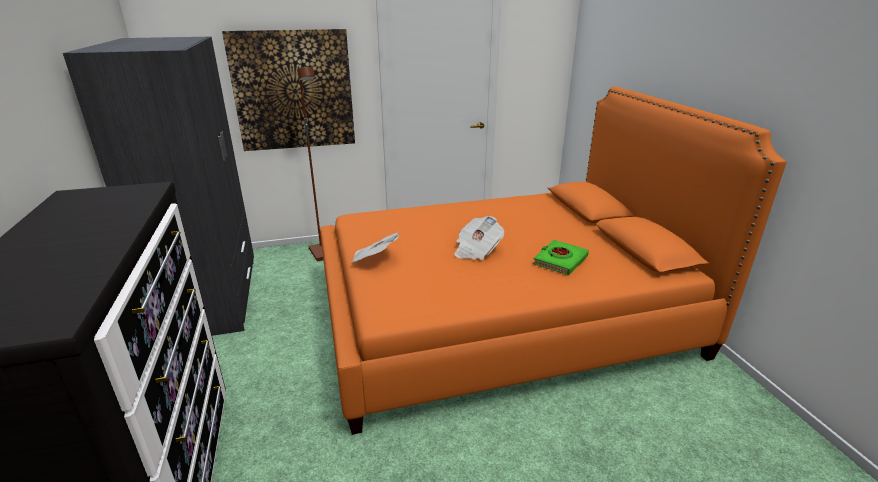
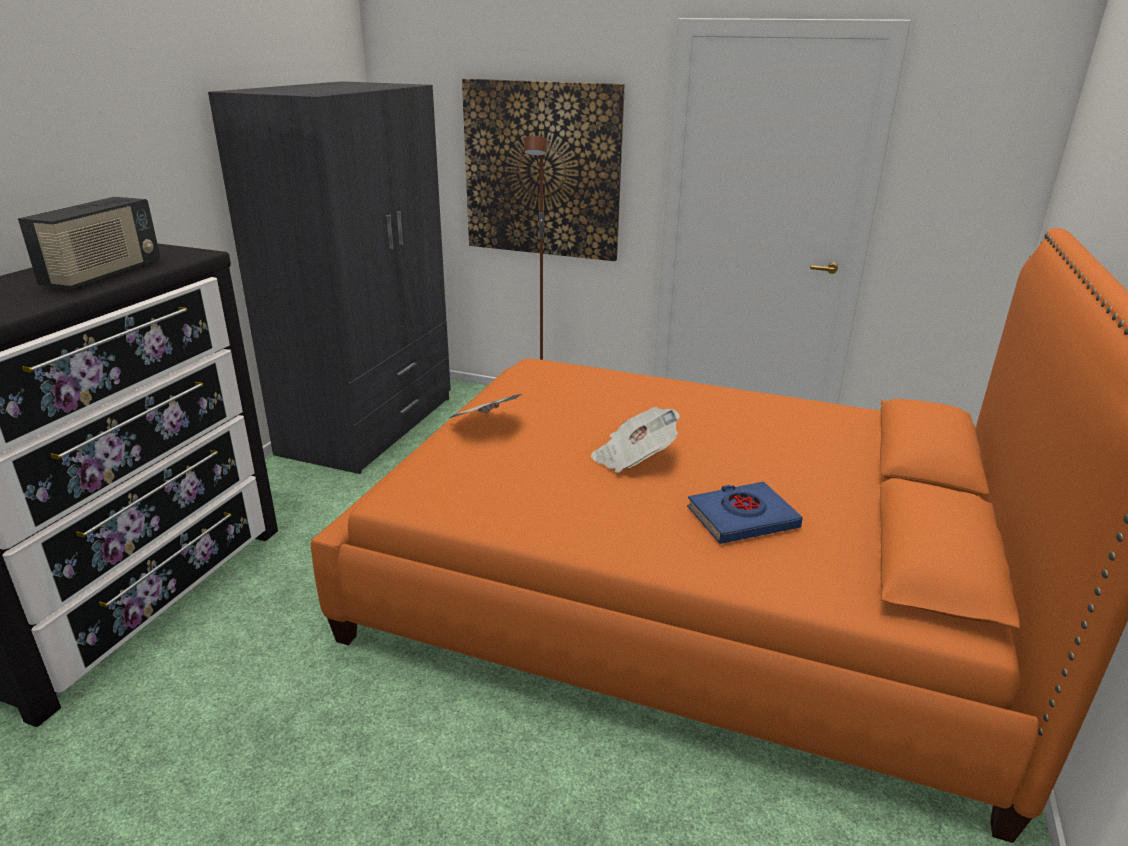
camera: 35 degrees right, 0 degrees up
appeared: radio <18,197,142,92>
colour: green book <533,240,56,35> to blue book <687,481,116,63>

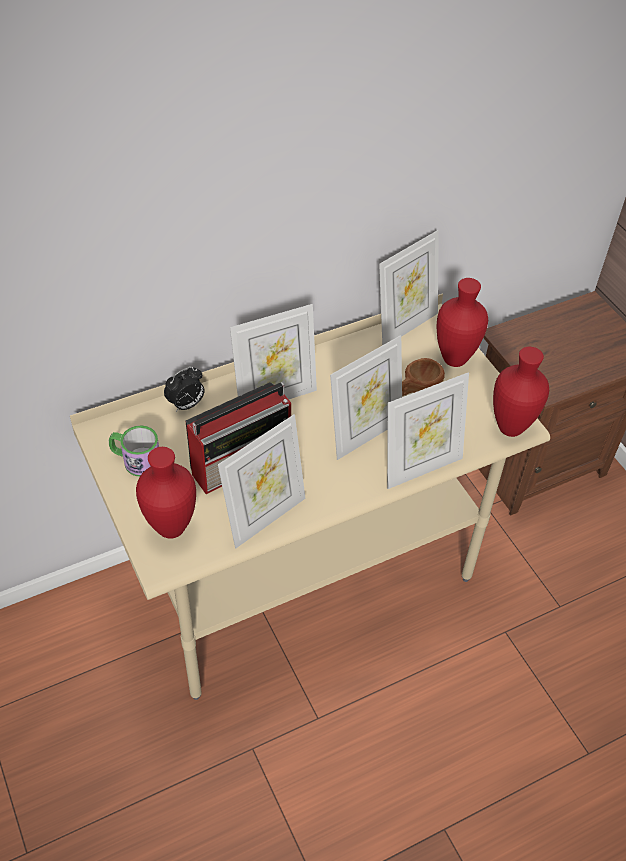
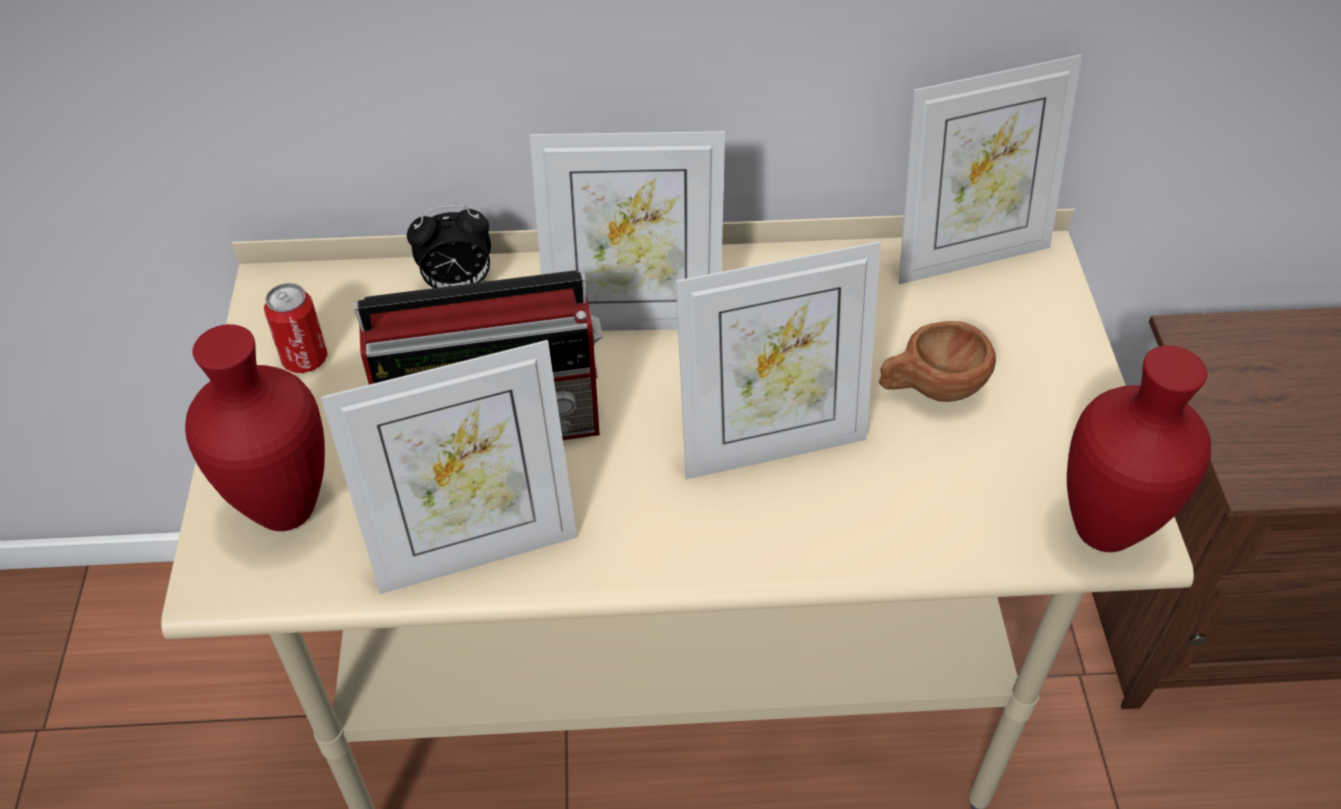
camera: 25 degrees right, 0 degrees up
missing: red vase <437,278,51,89>; picture frame <387,372,82,117>
exchanged: mug <109,425,50,52> to can <264,283,64,90>

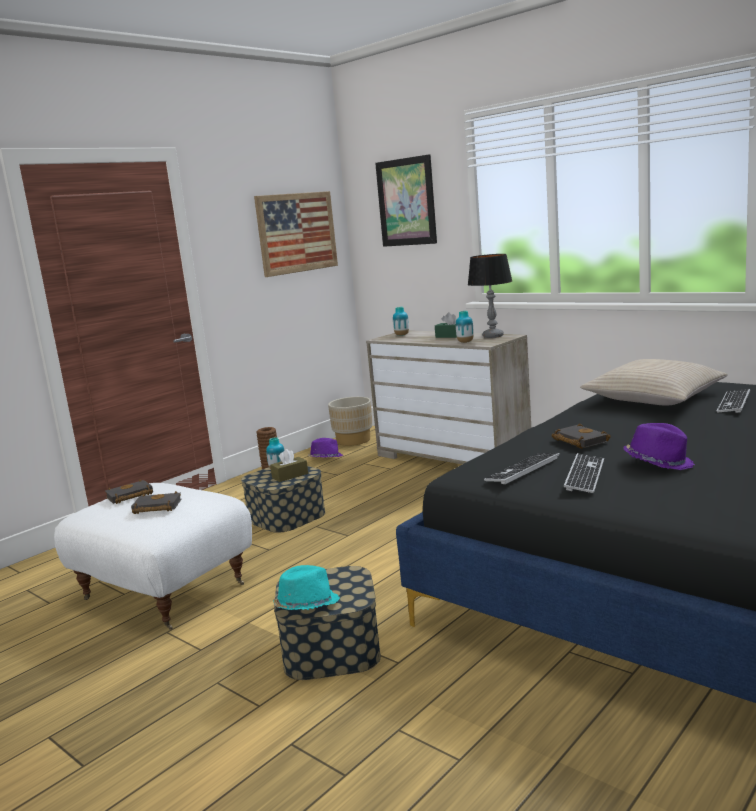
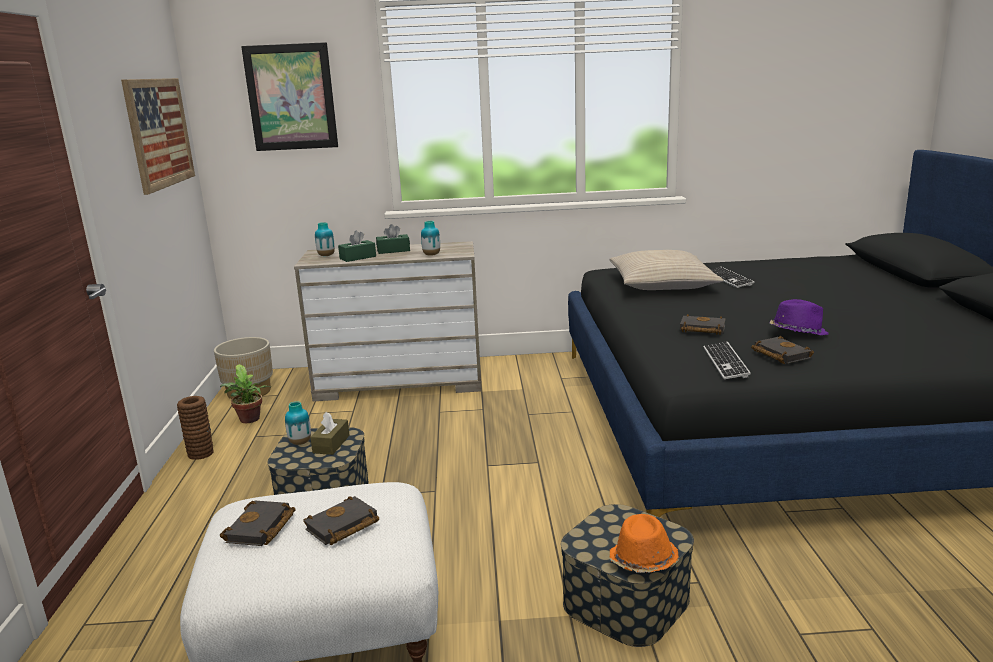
camera: 45 degrees left, 5 degrees up
missing: table lamp <468,254,44,84>
appeared: green tissue box <338,231,38,31>
exchanged: purple hat <308,438,35,20> to potted plant <220,364,51,59>; keyboard <564,453,40,40> to black book <751,336,63,28>
colour: turquoise hat <273,565,67,45> to orange hat <610,514,69,59>

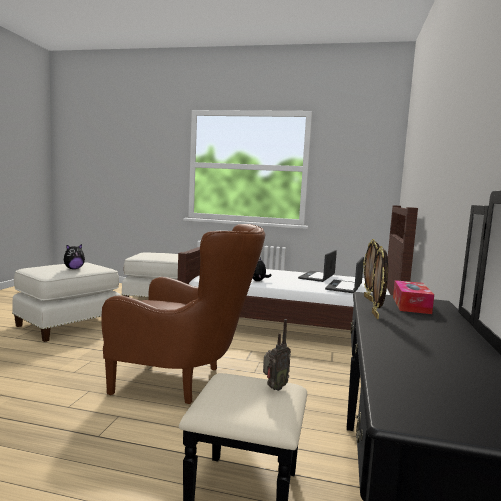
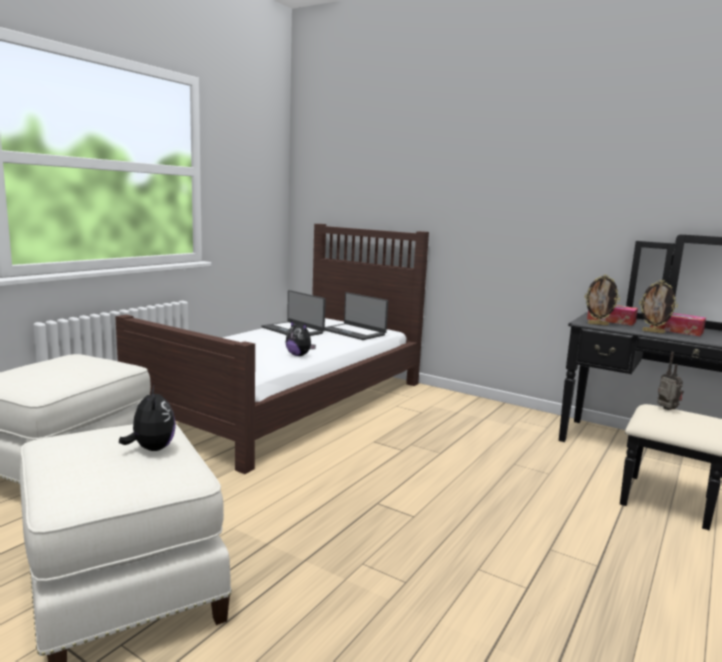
camera: 70 degrees left, 5 degrees up
missing: brown armchair <102,224,163,180>
appeared: tissue box <650,313,56,23>

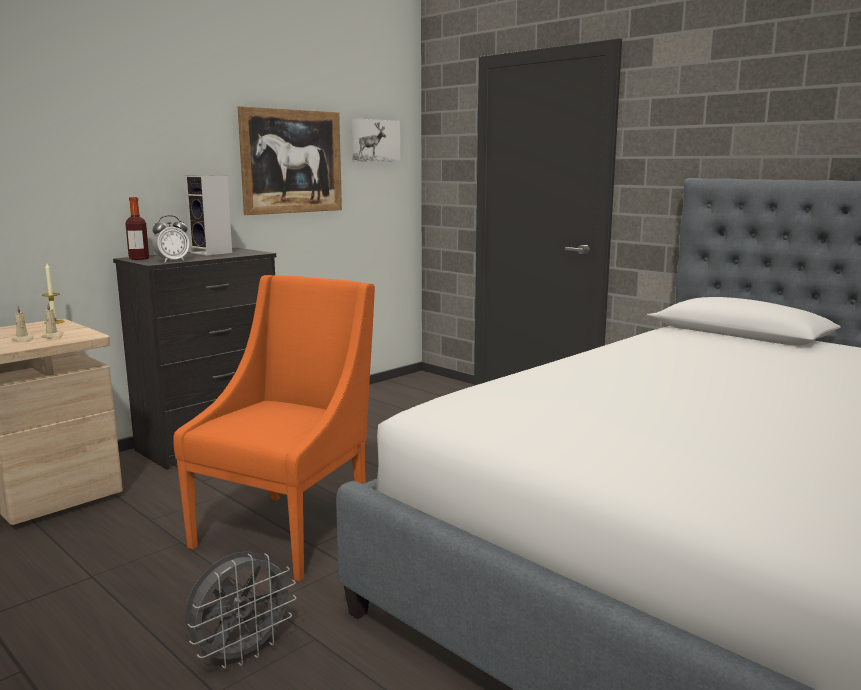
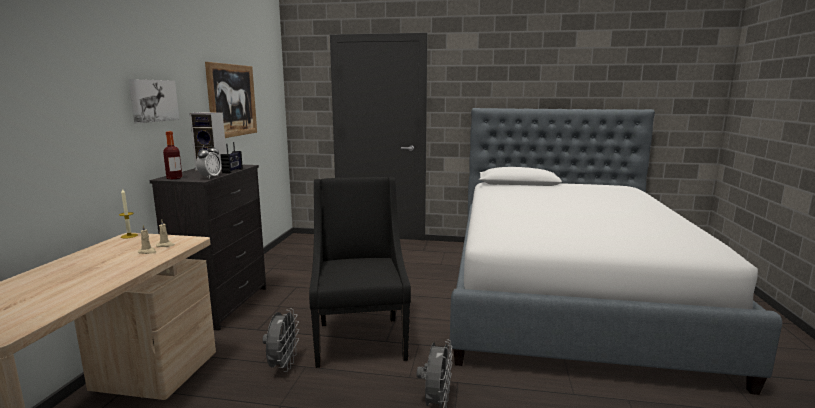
camera: 35 degrees left, 0 degrees up
appeared: radio <220,142,23,31>; grey fan <262,309,37,63>
relocated: picture <352,118,48,44> to <128,79,51,44>
colour: orange armchair <173,275,202,307> to black armchair <309,177,102,191>

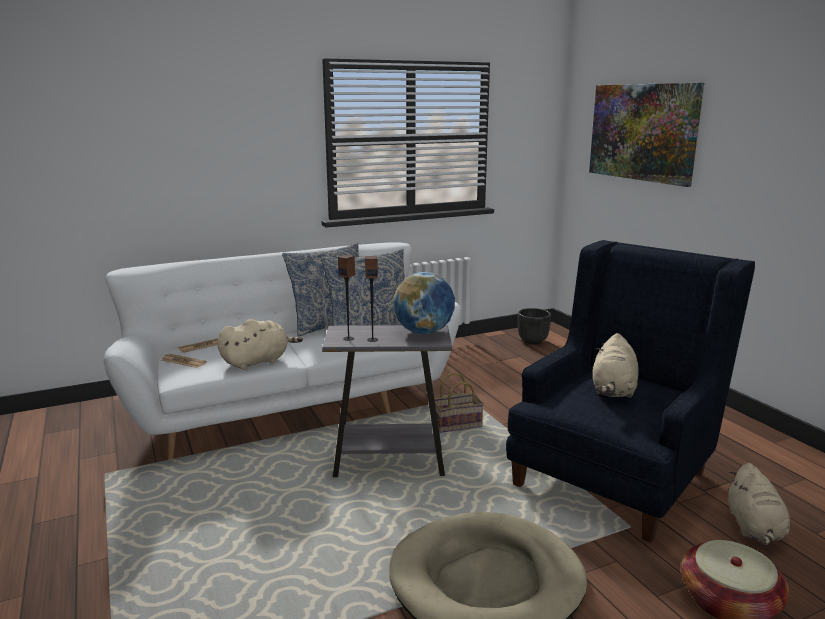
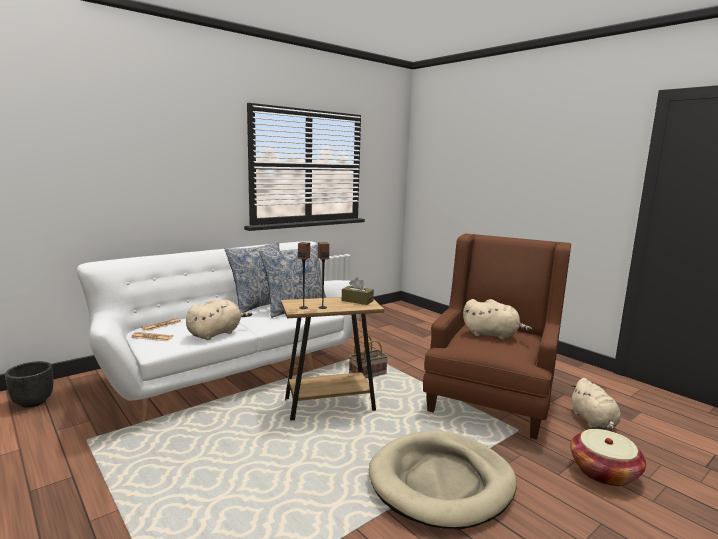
camera: 15 degrees left, 5 degrees down
missing: picture <589,83,115,104>
relocated: black planter <518,308,33,36> to <5,361,48,47>
exchanged: globe <393,272,62,62> to brown tissue box <342,278,32,27>
colour: blue armchair <506,240,249,303> to brown armchair <423,233,148,207>; grey side table <322,325,130,152> to brown side table <281,297,103,124>
spun: beige plush toy <593,333,46,65> = <463,299,69,41> 75 degrees counterclockwise

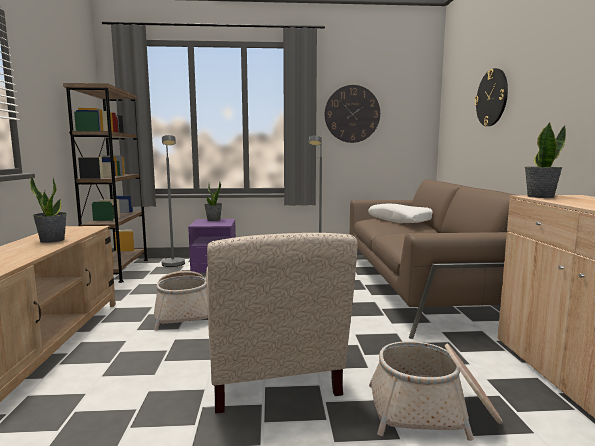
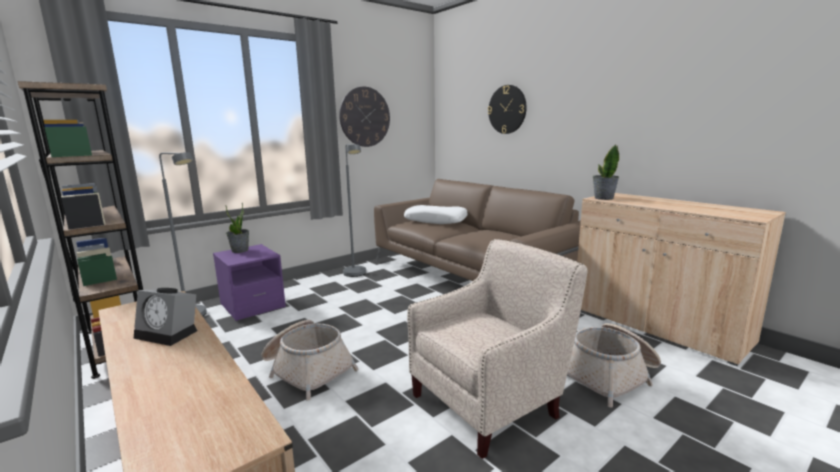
camera: 35 degrees left, 5 degrees up
exchanged: potted plant <30,176,37,67> to alarm clock <134,288,63,58>
spun: beige armchair <206,233,151,181> = <407,239,180,220> 75 degrees counterclockwise

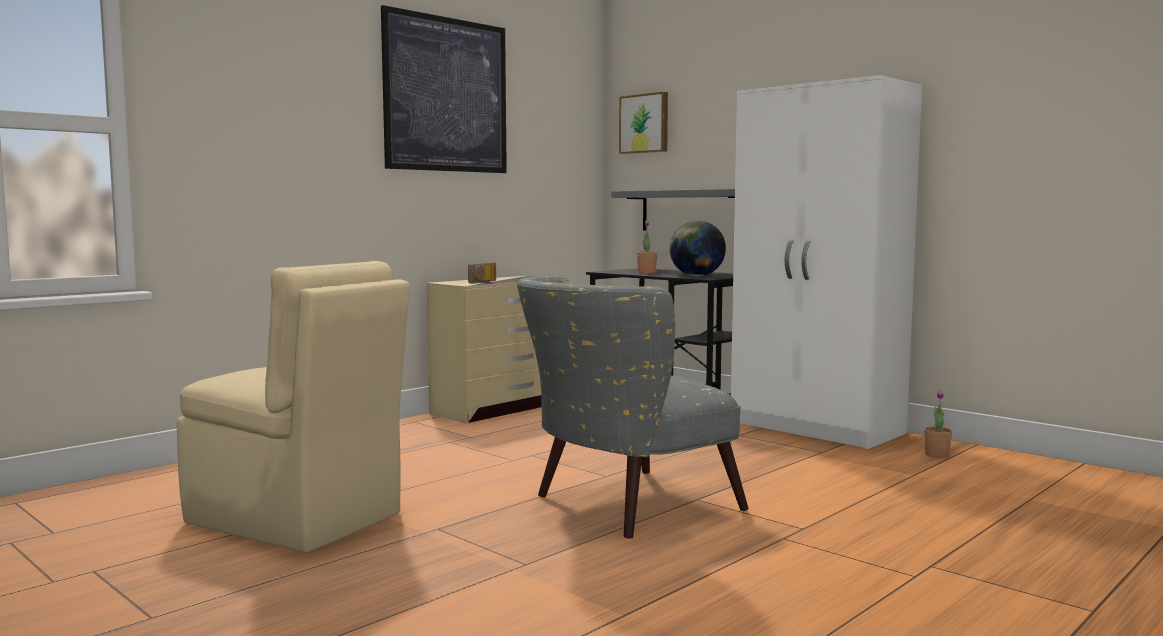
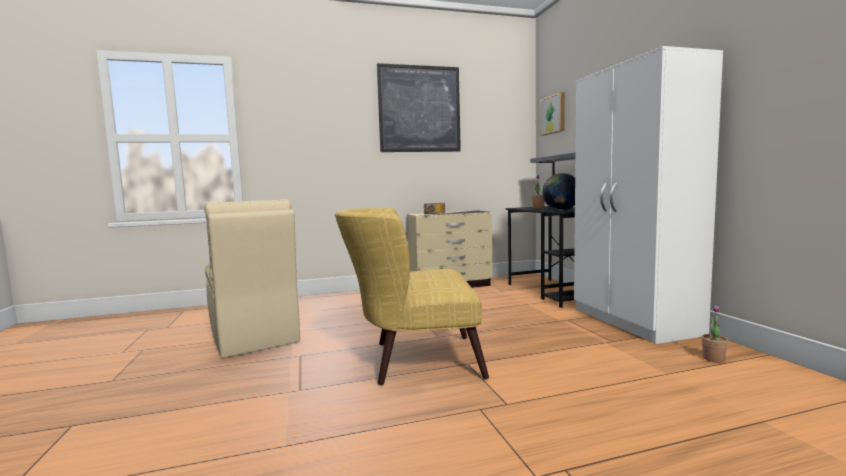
camera: 30 degrees right, 0 degrees up
colour: grey armchair <516,276,232,263> to yellow armchair <335,208,154,178>

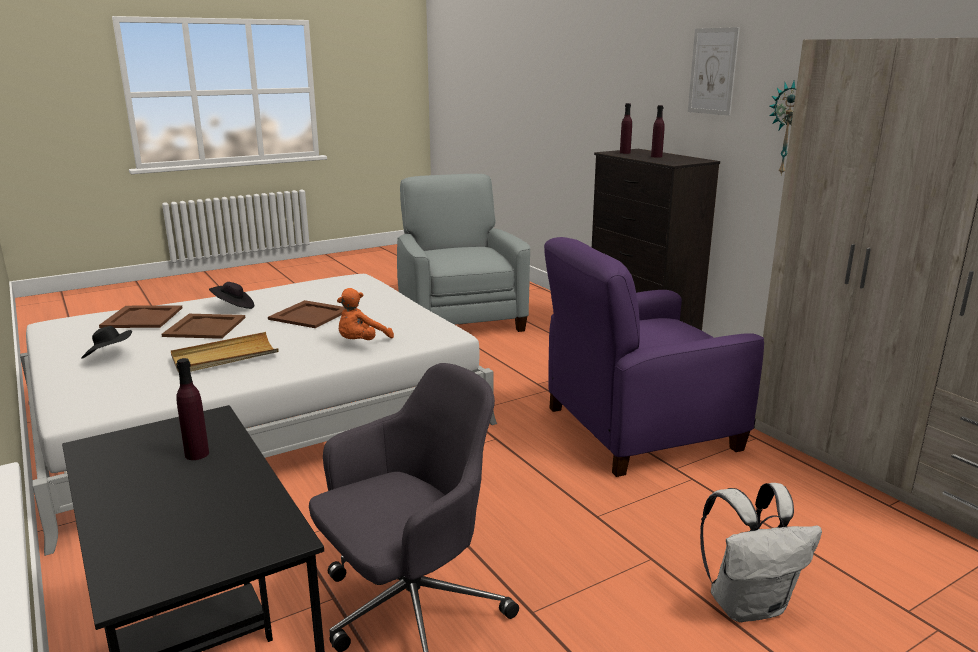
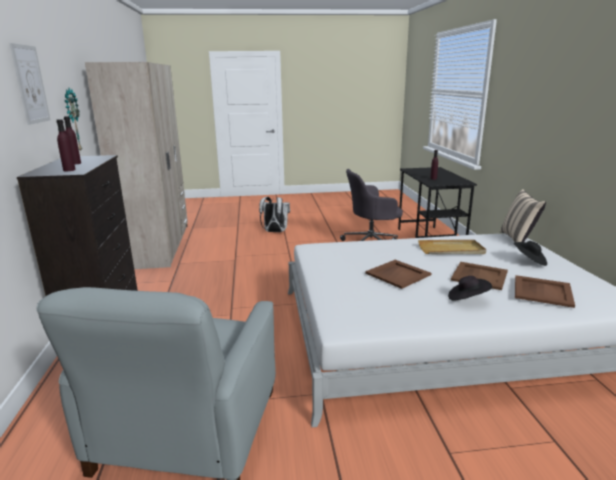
camera: 155 degrees left, 0 degrees up
missing: purple armchair <544,237,220,240>; orange plush toy <337,288,57,52>
appeared: beige pillow <500,189,46,53>

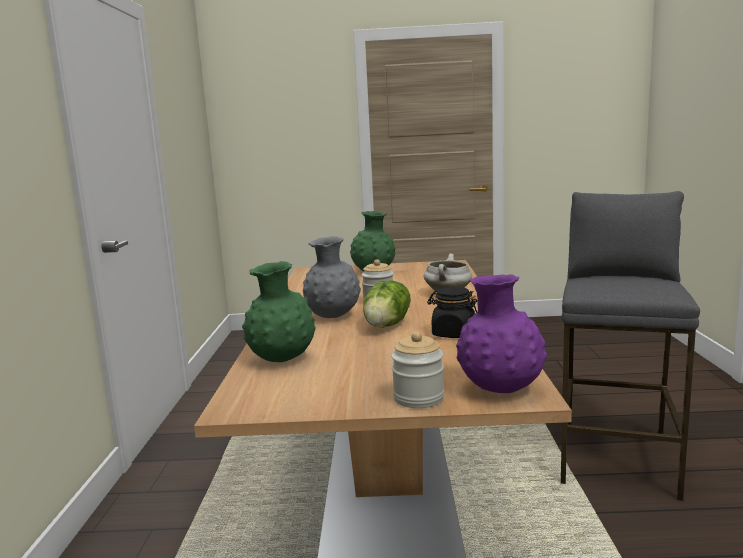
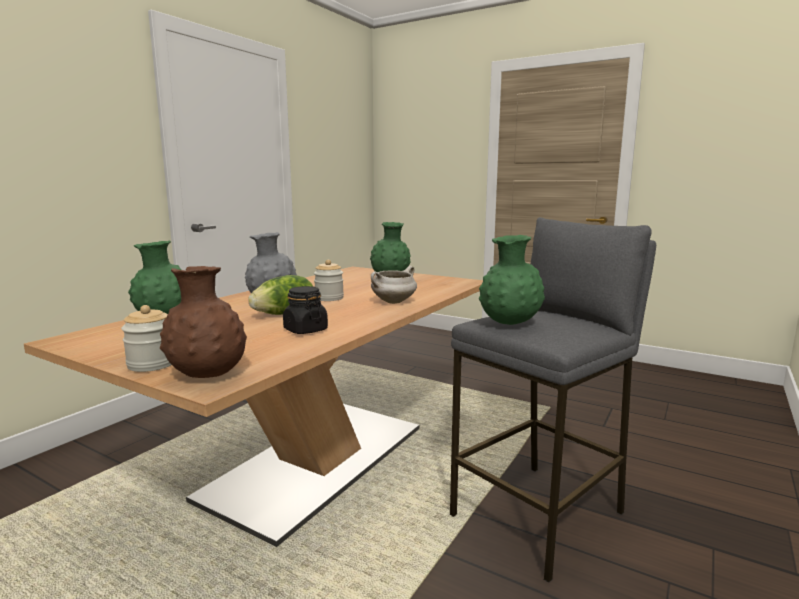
camera: 30 degrees right, 0 degrees up
appeared: green vase <479,235,66,90>
colour: purple vase <456,274,91,119> to brown vase <160,266,87,112>

